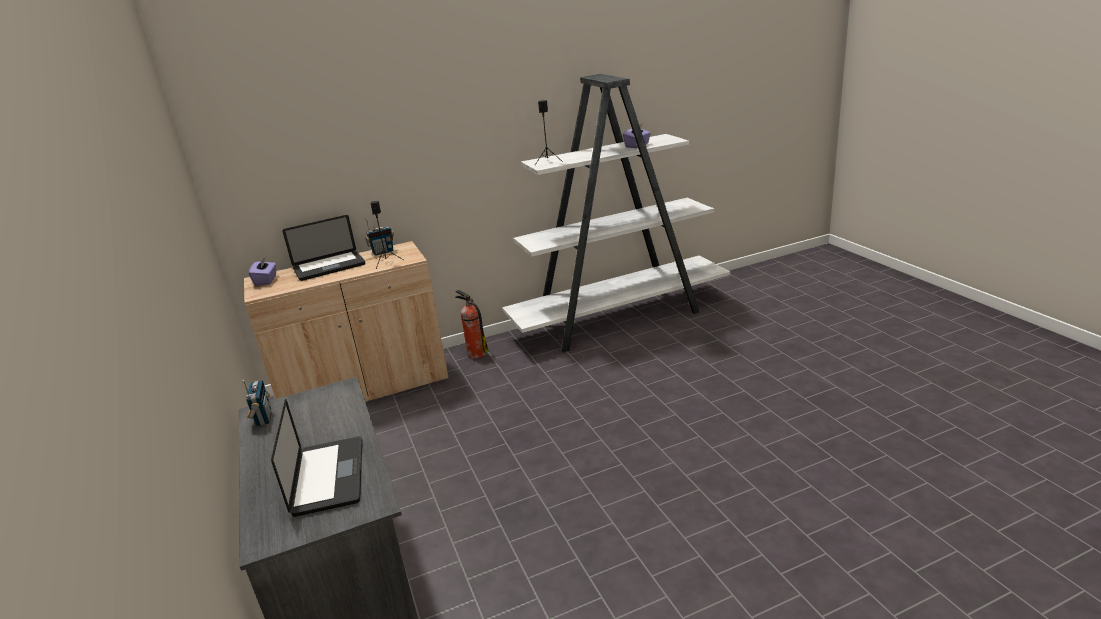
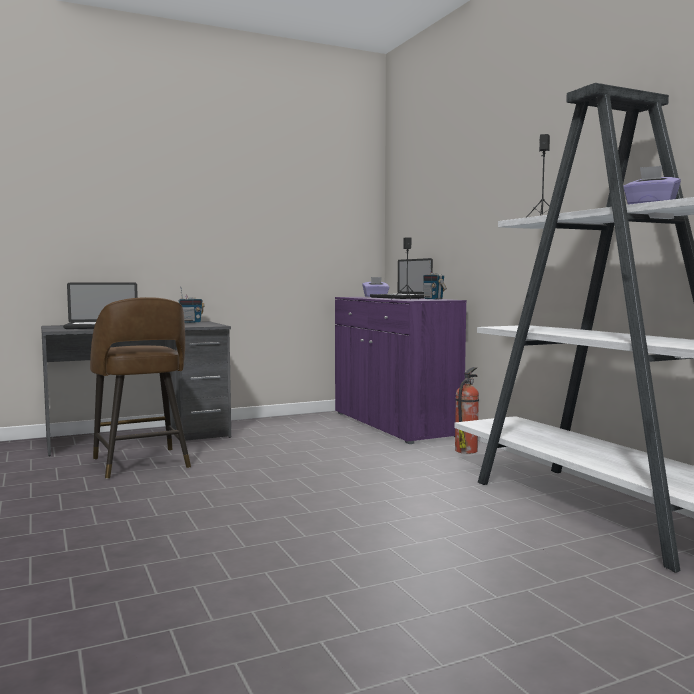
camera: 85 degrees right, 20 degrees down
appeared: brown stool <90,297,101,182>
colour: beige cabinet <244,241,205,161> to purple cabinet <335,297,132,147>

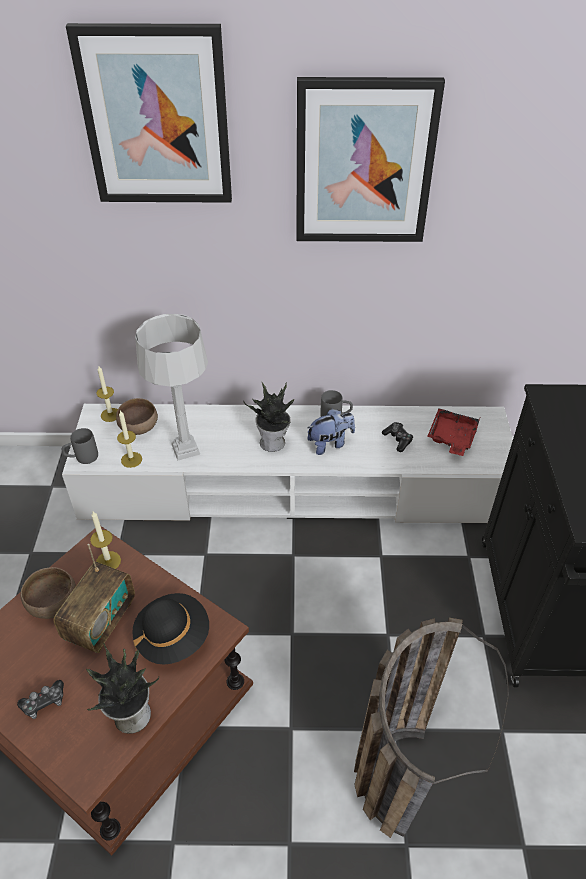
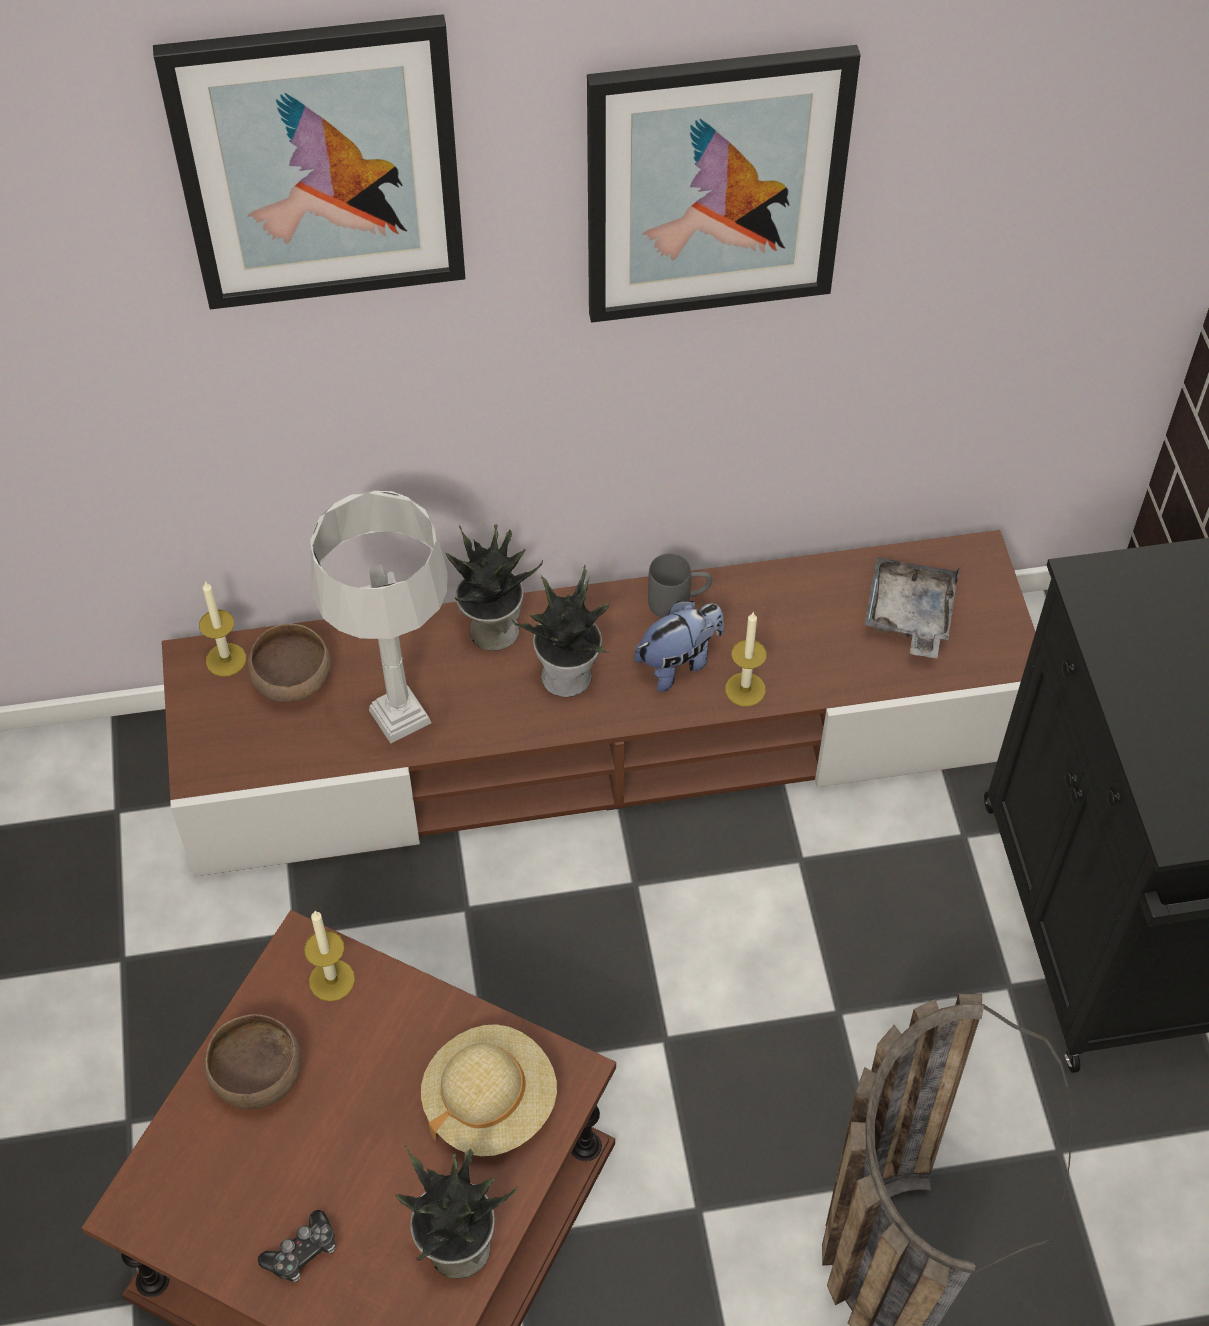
camera: 10 degrees left, 10 degrees up
missing: game controller <382,422,31,30>; grey mug <62,428,36,36>; radio <53,544,82,109>
appeared: potted plant <446,524,97,127>
relocated: candle <117,410,25,58> to <725,613,42,94>
colour: white tv stand <62,404,451,119> to brown tv stand <162,530,873,347>; red tray <427,409,53,47> to grey tray <864,557,96,101>; black hat <132,593,77,72> to beige hat <421,1024,136,132>

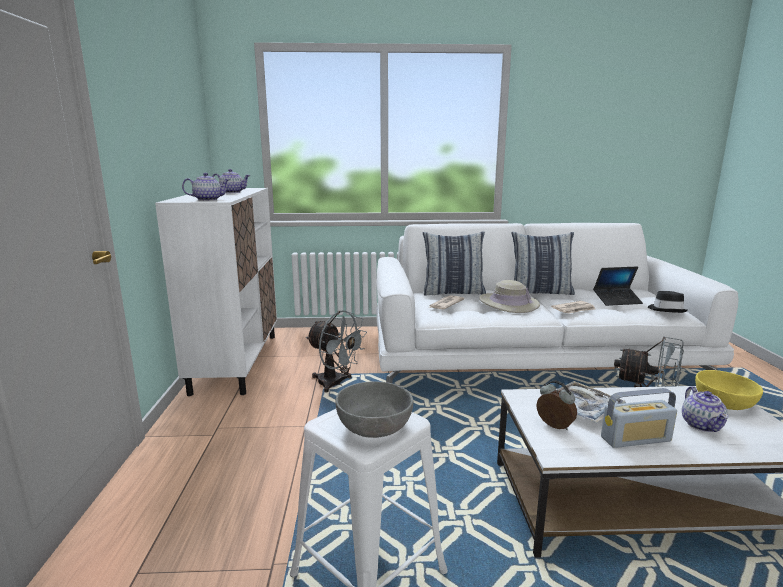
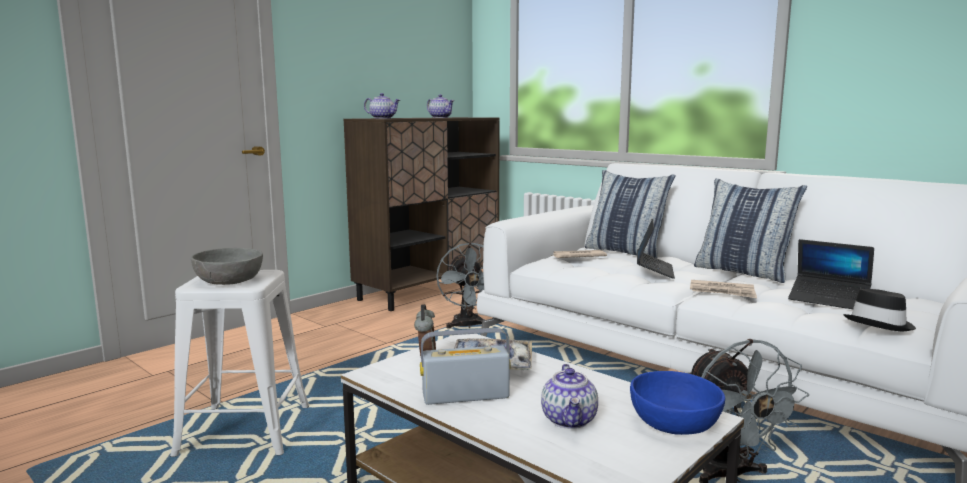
camera: 45 degrees right, 5 degrees down
exchanged: beige hat <479,280,61,33> to laptop <637,218,38,61>
colour: white cabinet <155,188,122,208> to brown cabinet <343,117,157,194>; yellow bowl <695,370,68,40> to blue bowl <630,371,95,64>
spun: teapot <682,386,47,46> = <541,364,57,65> 45 degrees counterclockwise; radio <601,388,76,60> = <420,328,91,77> 135 degrees clockwise

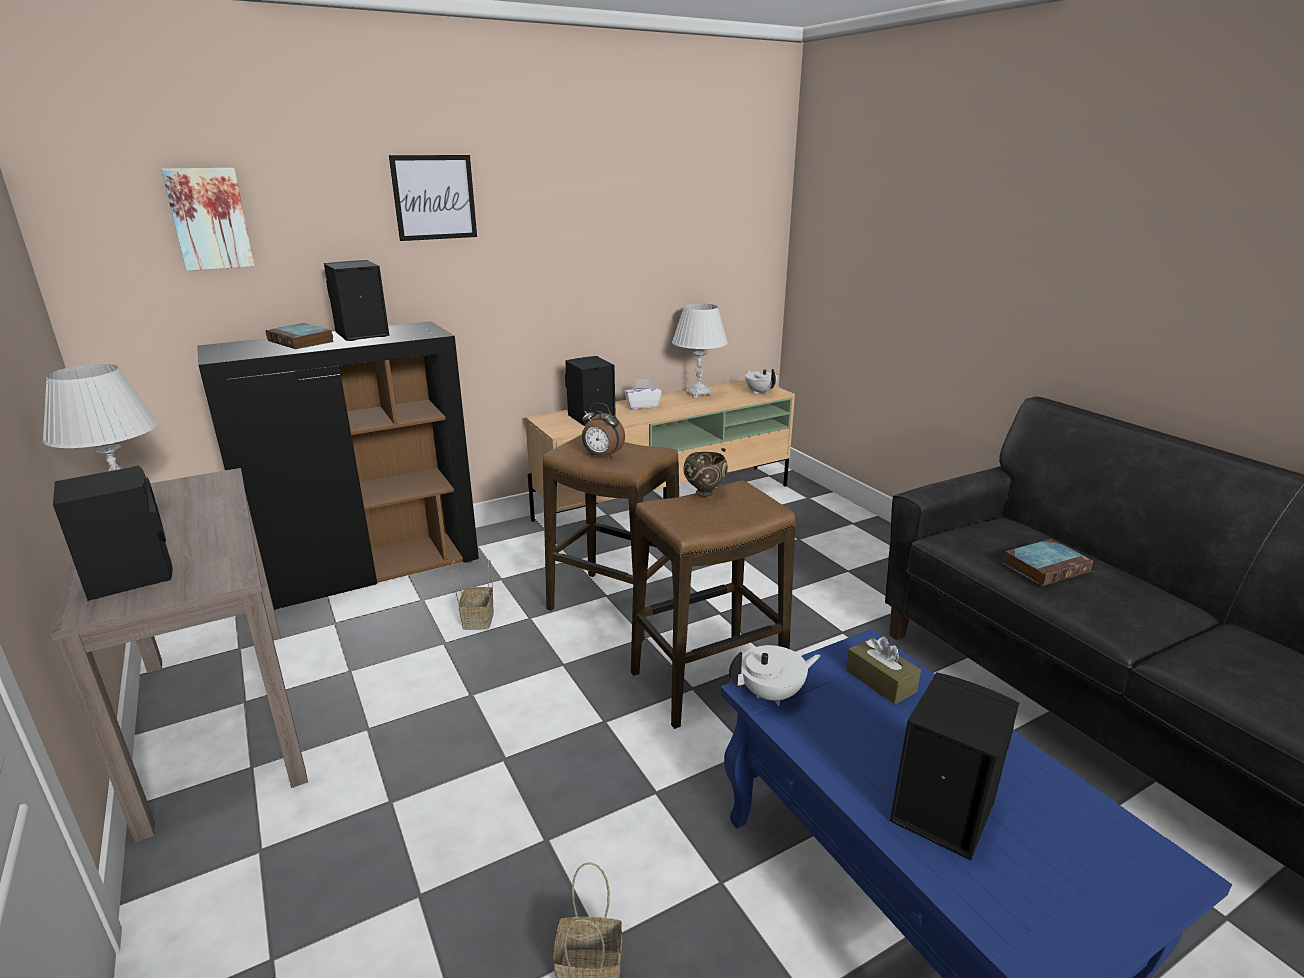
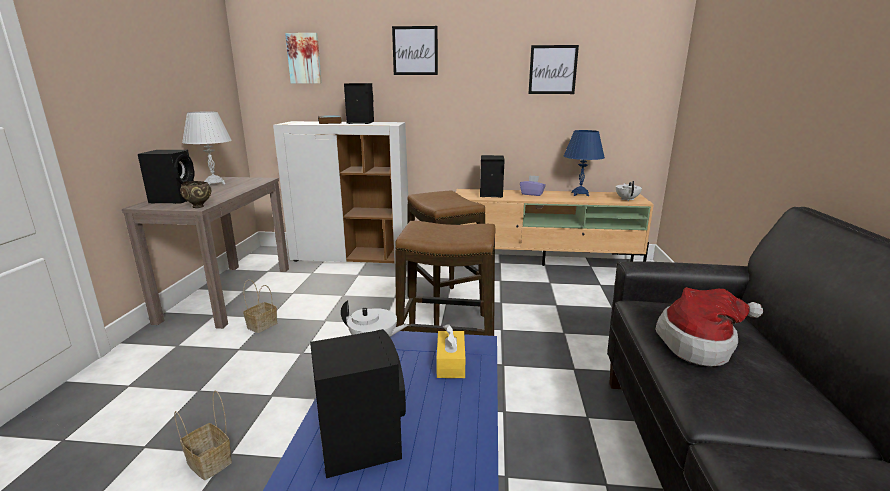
camera: 35 degrees right, 5 degrees down
missing: alarm clock <582,403,43,56>
appeared: picture <528,45,51,49>
relocated: brown bowl <683,452,45,45> to <180,181,31,27>; basket <452,560,42,70> to <243,280,34,53>
exchanged: book <1003,539,90,47> to hat <655,287,108,79>
colour: white table lamp <672,303,56,95> to blue table lamp <564,130,41,66>; black cabinet <197,321,282,290> to white cabinet <273,121,135,143>; white tissue box <624,378,38,31> to purple tissue box <520,175,26,21>; brown tissue box <846,636,75,68> to yellow tissue box <437,324,28,54>

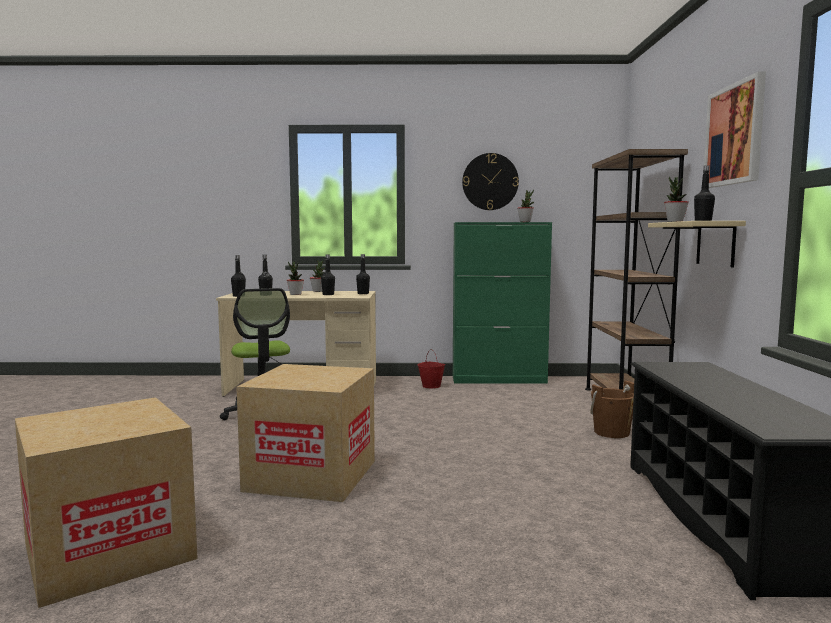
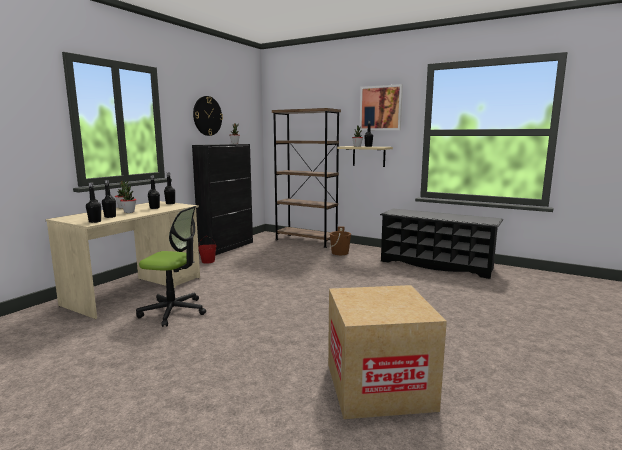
camera: 60 degrees left, 5 degrees up
missing: cardboard box <236,364,139,138>
colour: green cabinet <453,222,99,162> to black cabinet <192,144,61,112>

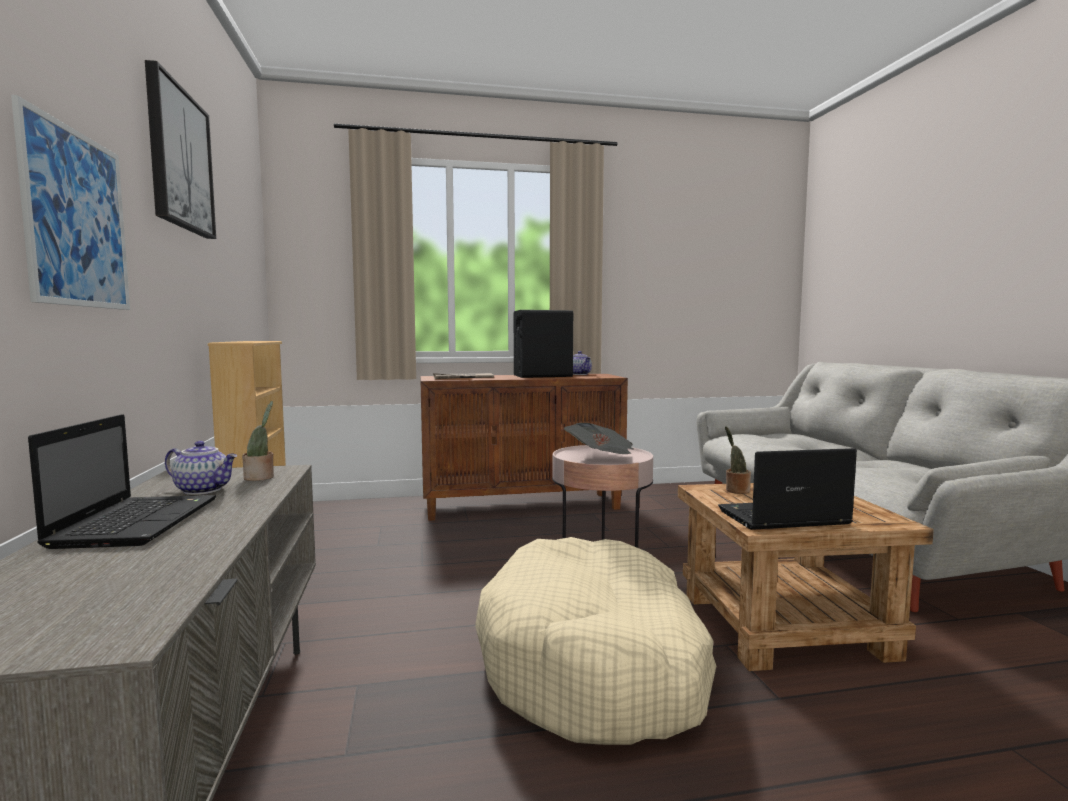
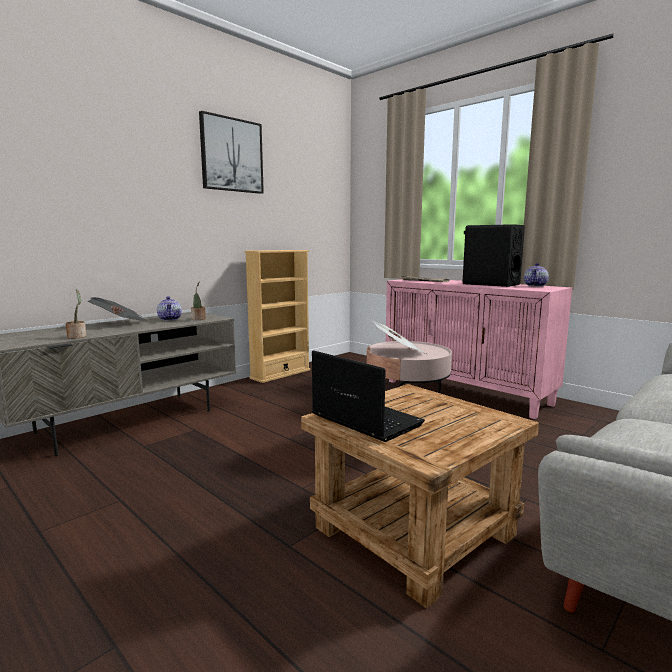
camera: 55 degrees right, 5 degrees up
missing: picture <11,95,119,215>; beige dog bed <475,537,242,208>
relocated: potted plant <725,426,26,68> to <65,289,21,50>
exchanged: laptop <28,414,188,135> to newspaper <88,297,59,24>
colour: brown cabinet <420,374,208,147> to pink cabinet <386,279,186,140>

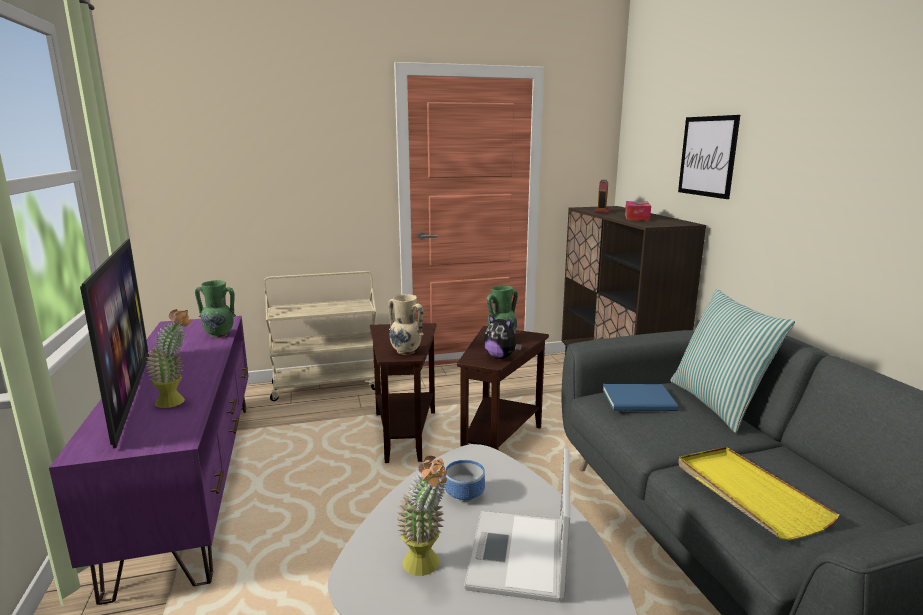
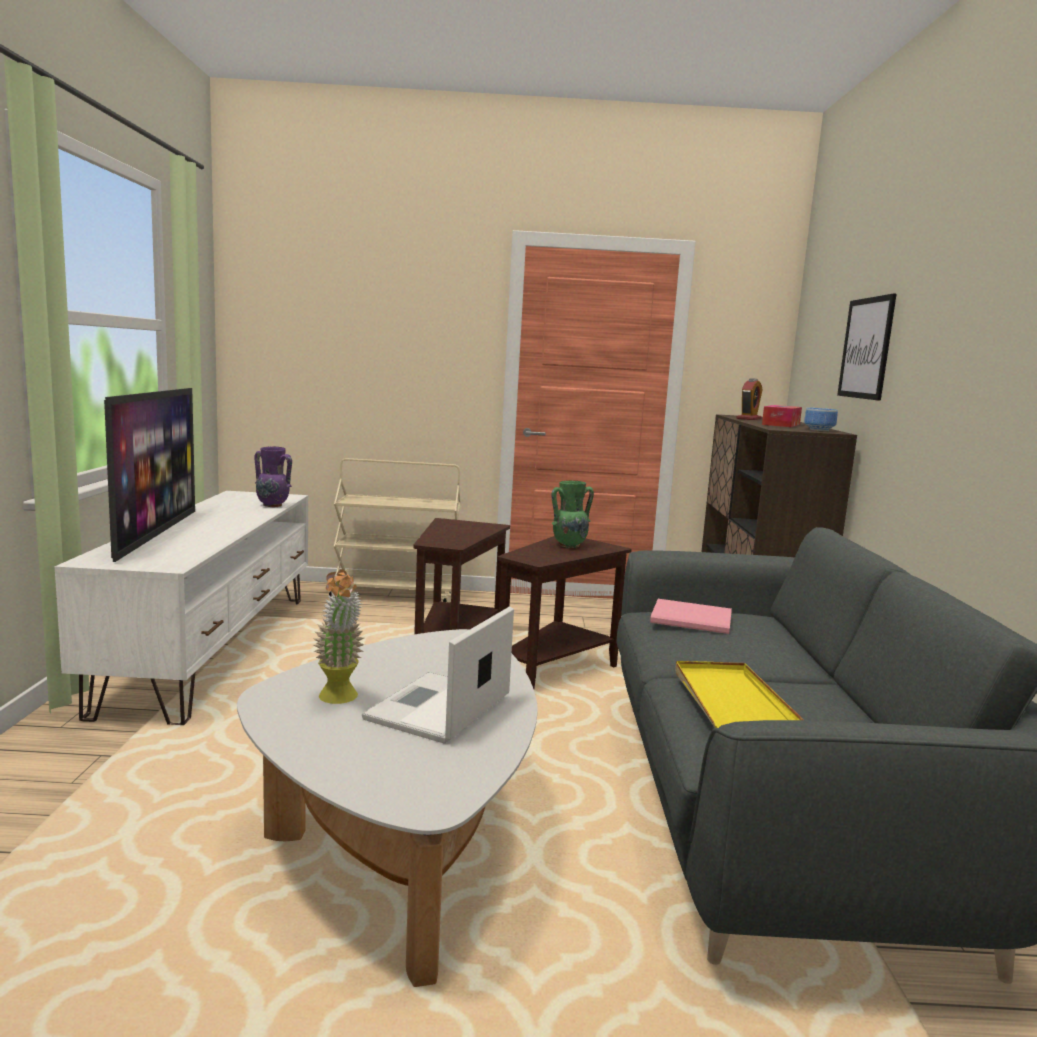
camera: 15 degrees right, 5 degrees down
missing: pillow <671,289,124,144>; beige vase <388,294,35,61>; potted plant <146,309,45,99>; plush toy <484,314,38,45>
relocated: bowl <445,460,40,42> to <804,408,34,23>
colour: green vase <195,280,41,58> to purple vase <254,447,38,61>; purple tv stand <49,316,200,289> to white tv stand <55,491,253,234>; blue book <603,384,75,27> to pink book <650,599,82,35>

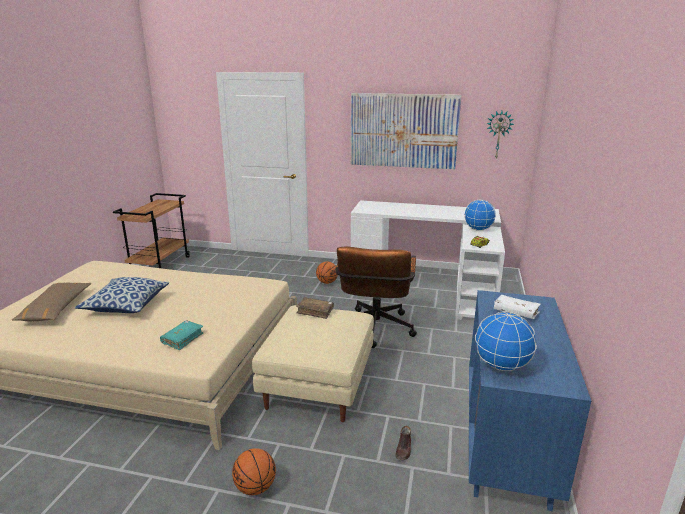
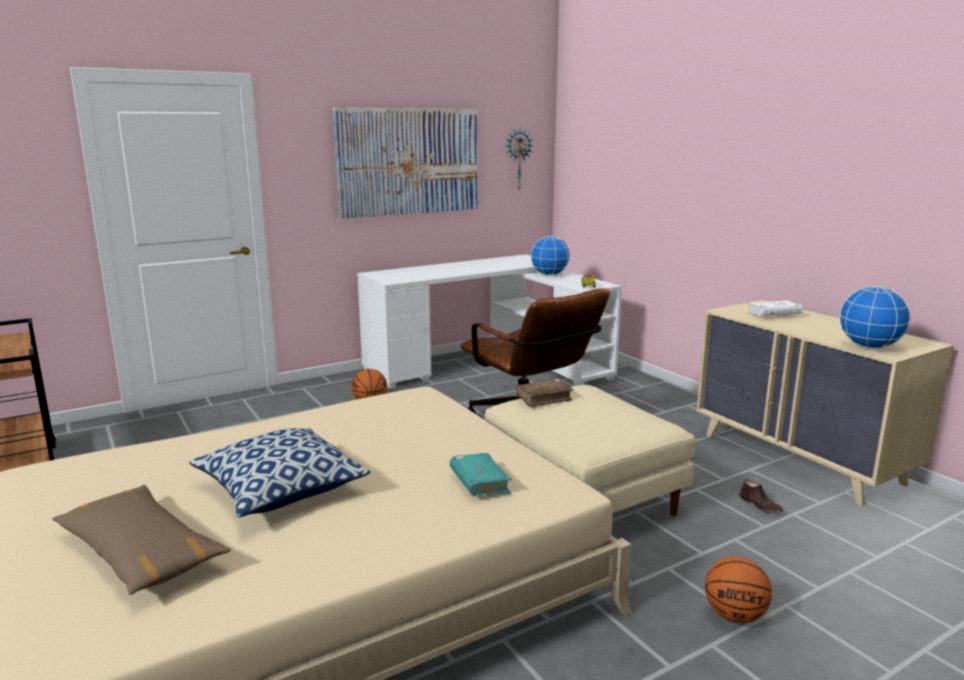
camera: 45 degrees left, 5 degrees down
colour: blue dresser <469,290,122,221> to beige dresser <697,300,257,207>

